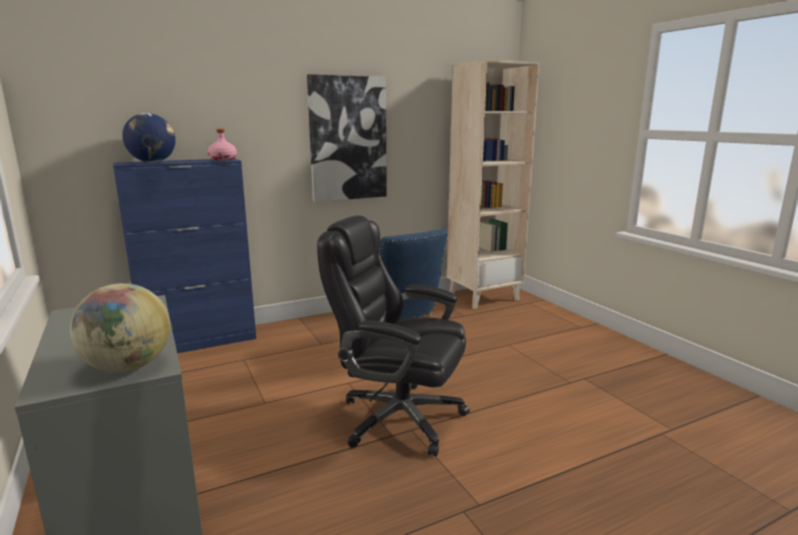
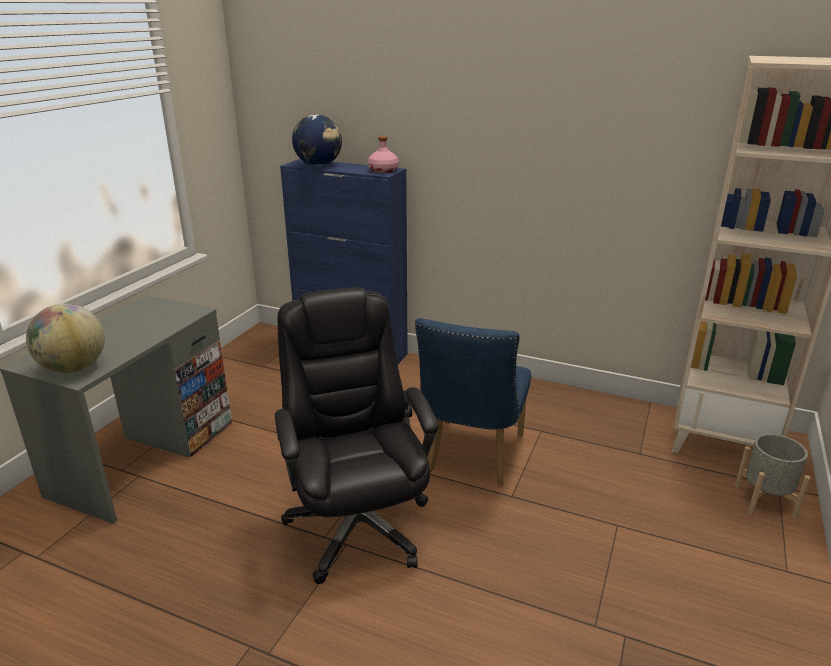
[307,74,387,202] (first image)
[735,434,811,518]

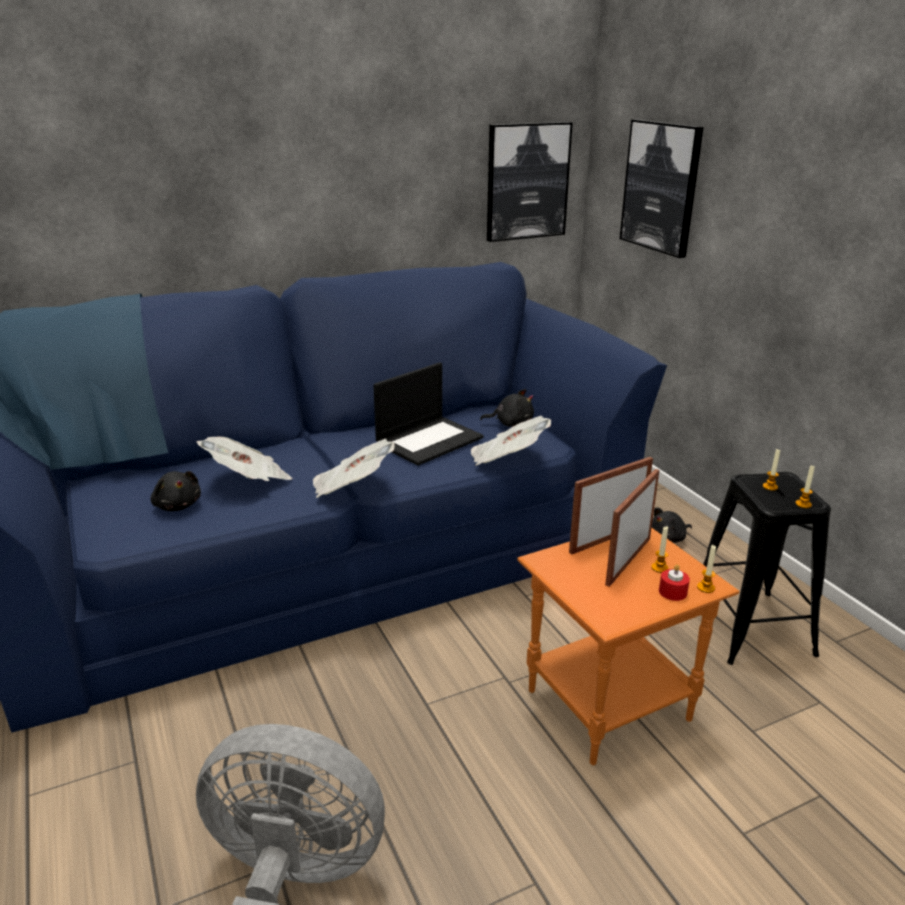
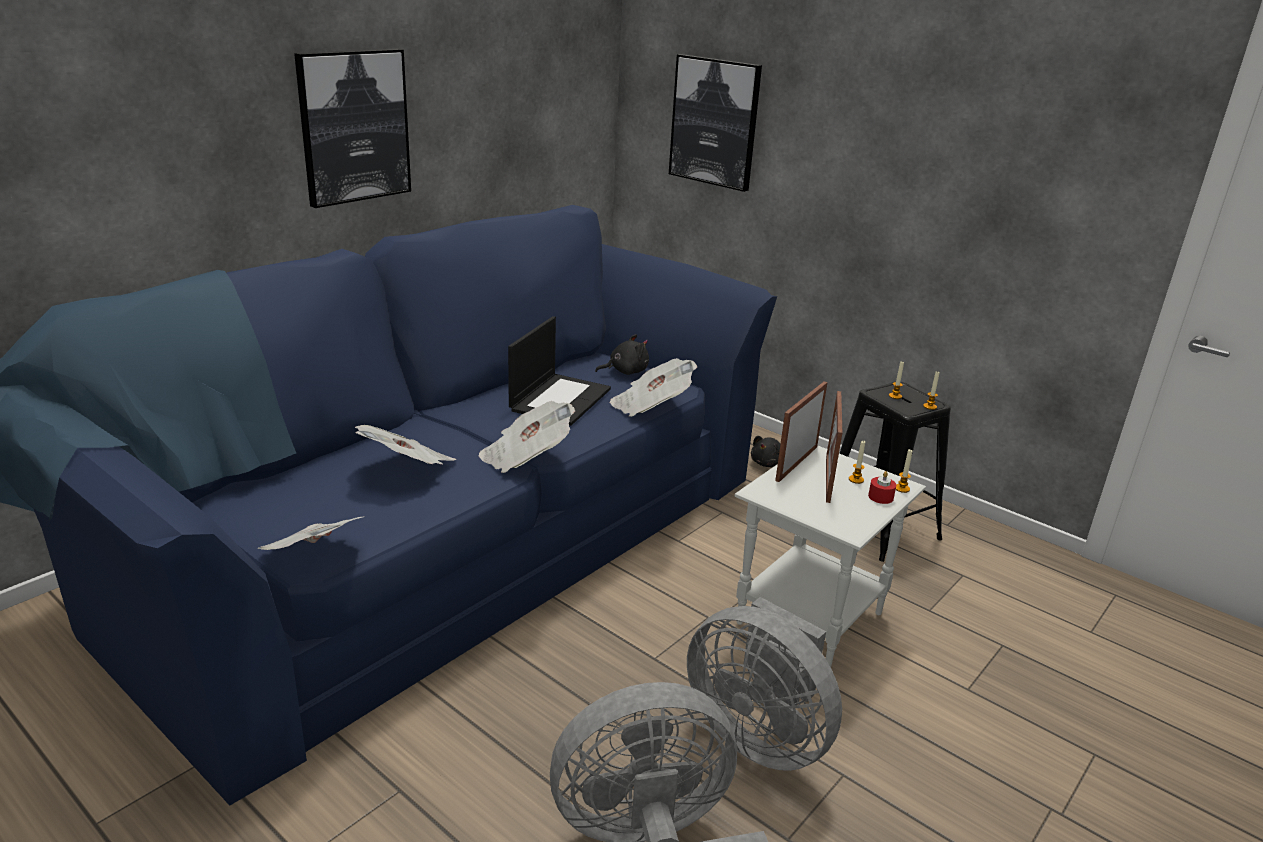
[151,471,201,511] (first image)
[258,517,363,550]
[687,597,842,771]
[294,49,411,208]
[735,445,926,667]

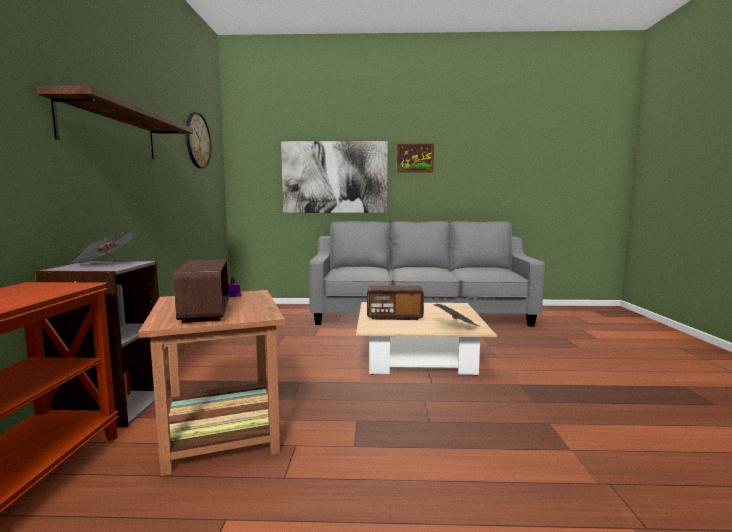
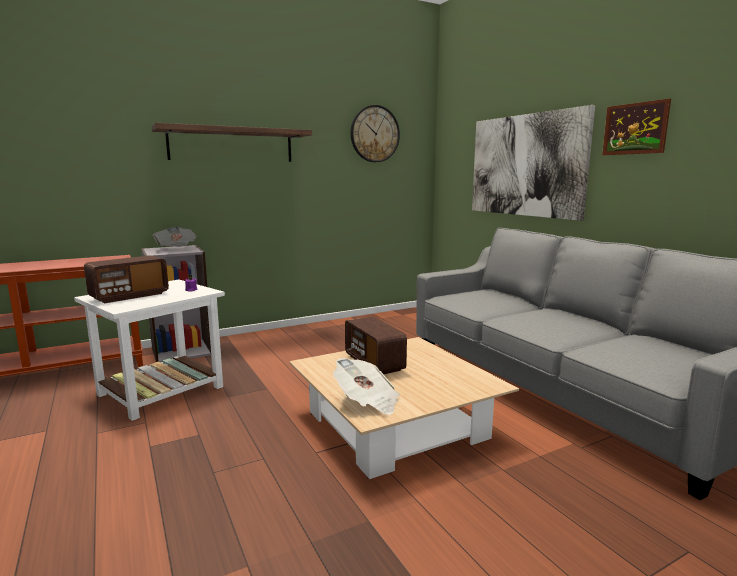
[74,280,225,421]

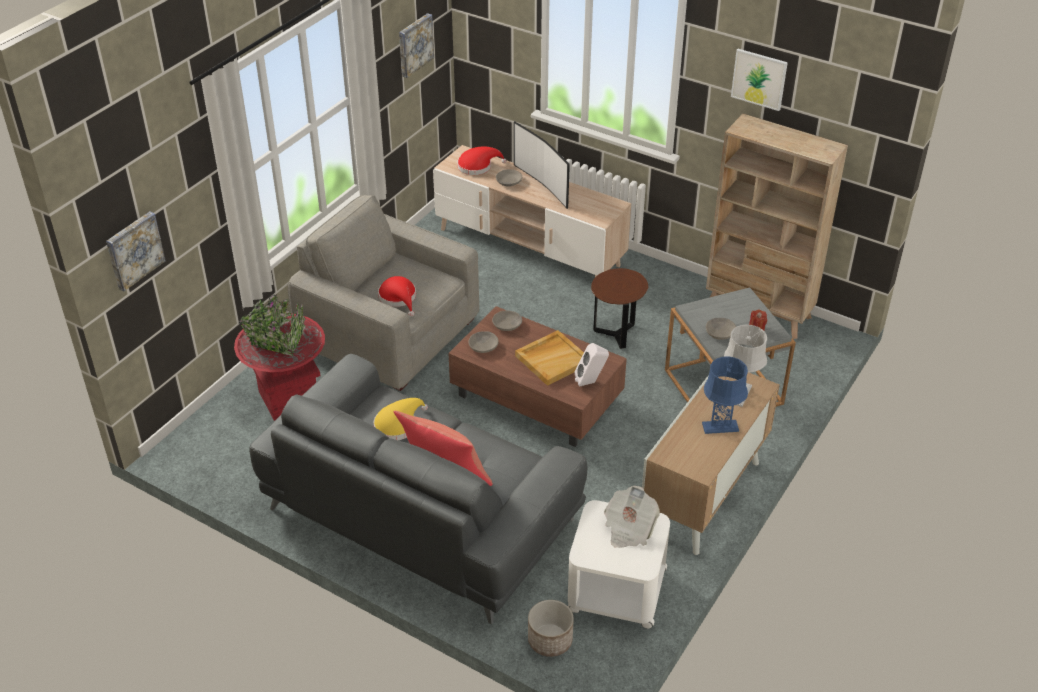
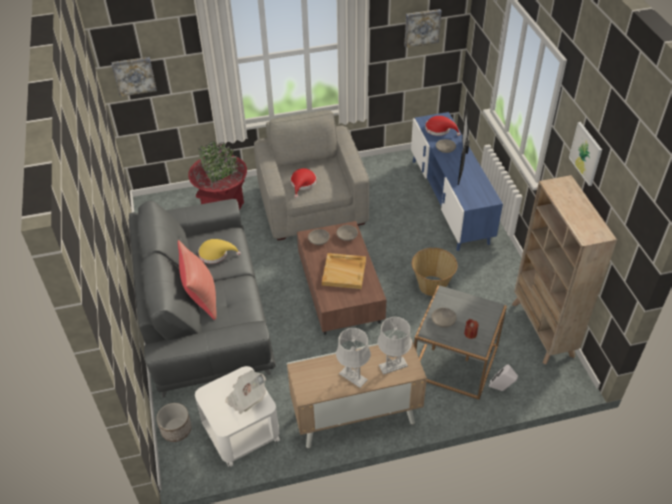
[489,365,518,391]
[412,248,458,296]
[411,112,503,251]
[336,328,371,388]

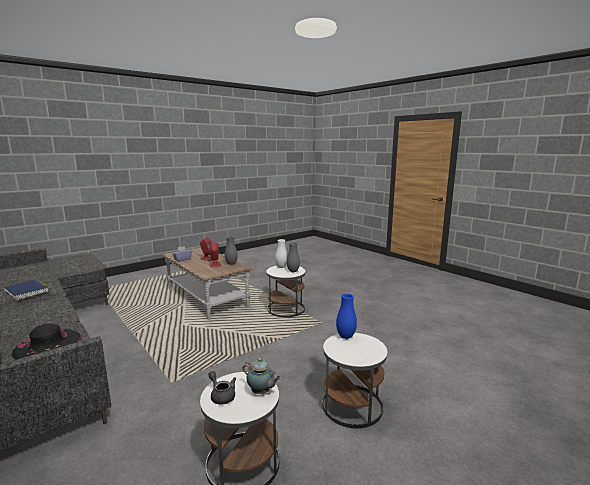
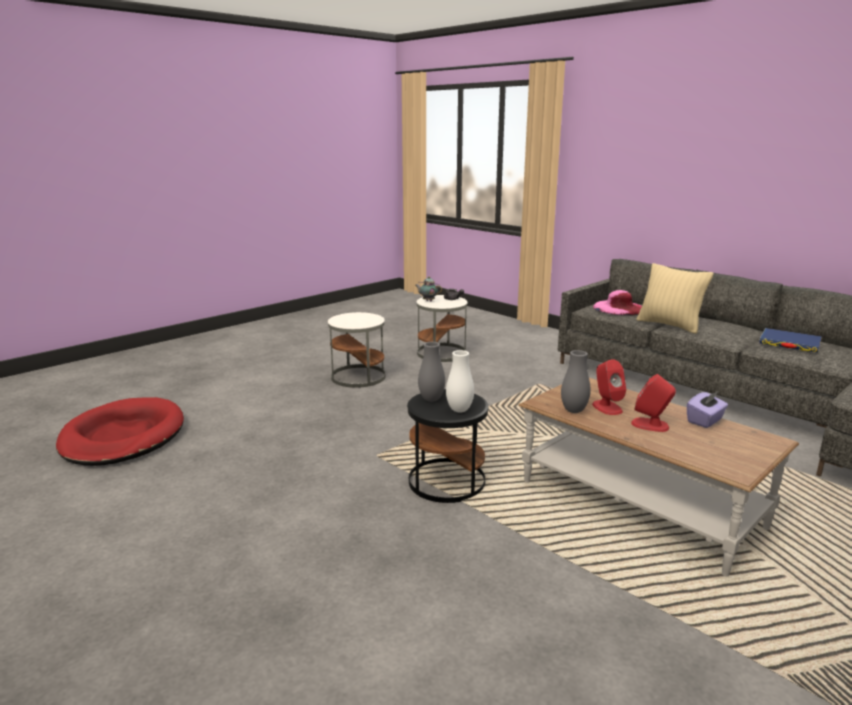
[336,294,357,339] (first image)
[56,397,184,466]
[637,263,714,334]
[593,290,642,315]
[407,389,488,503]

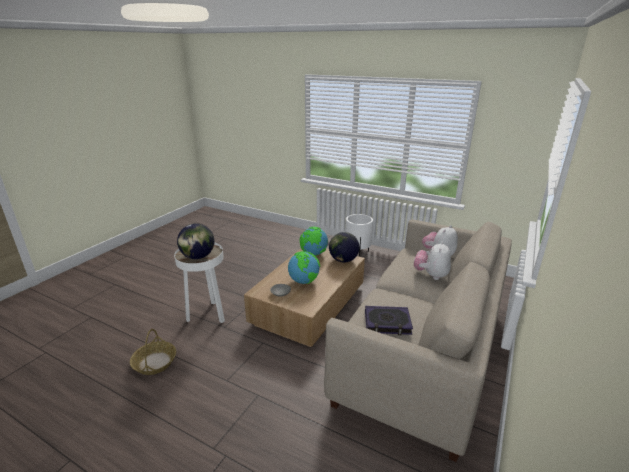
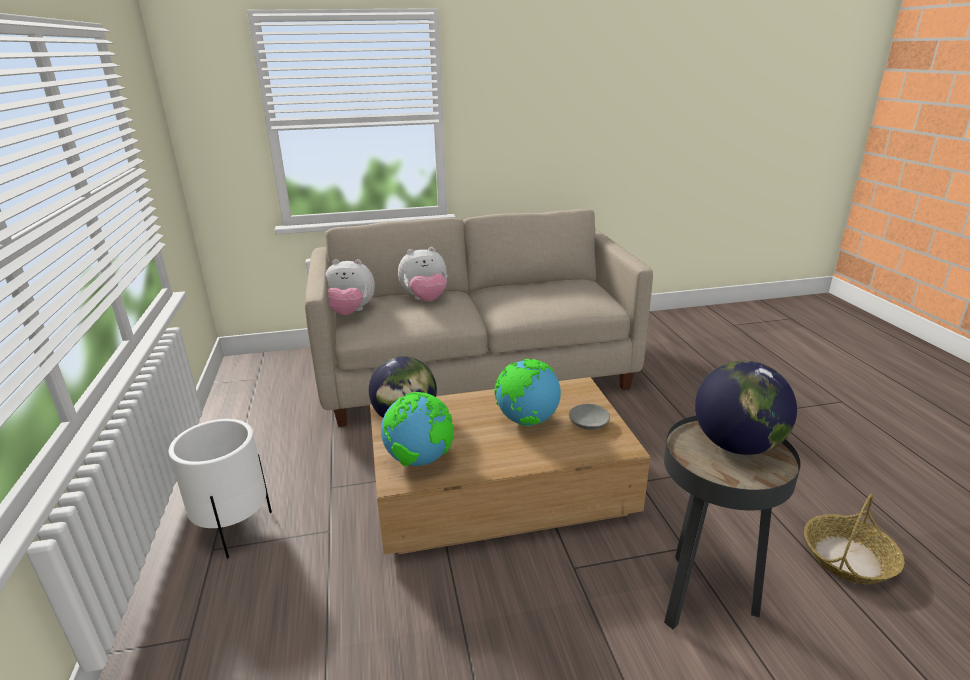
[365,306,413,335] (first image)
[664,416,801,629]

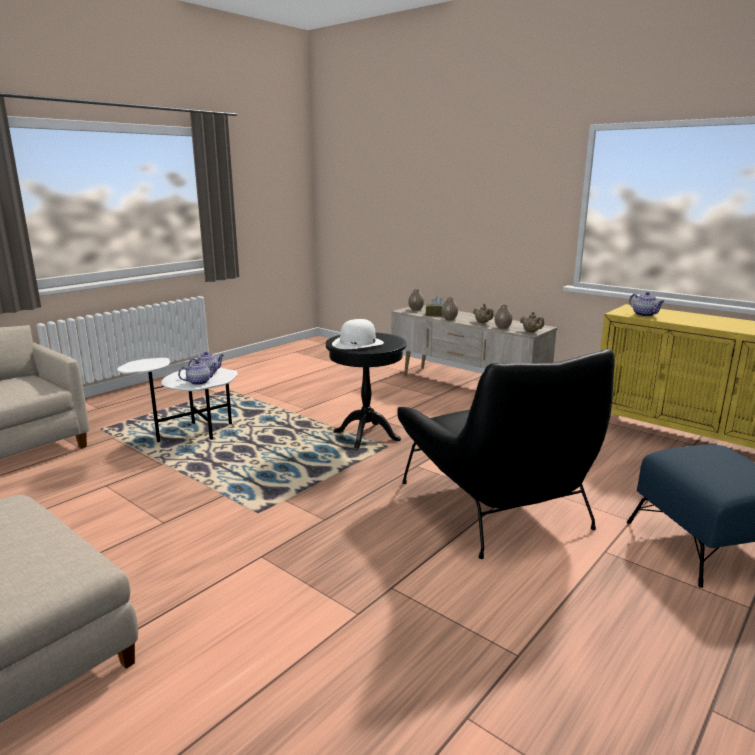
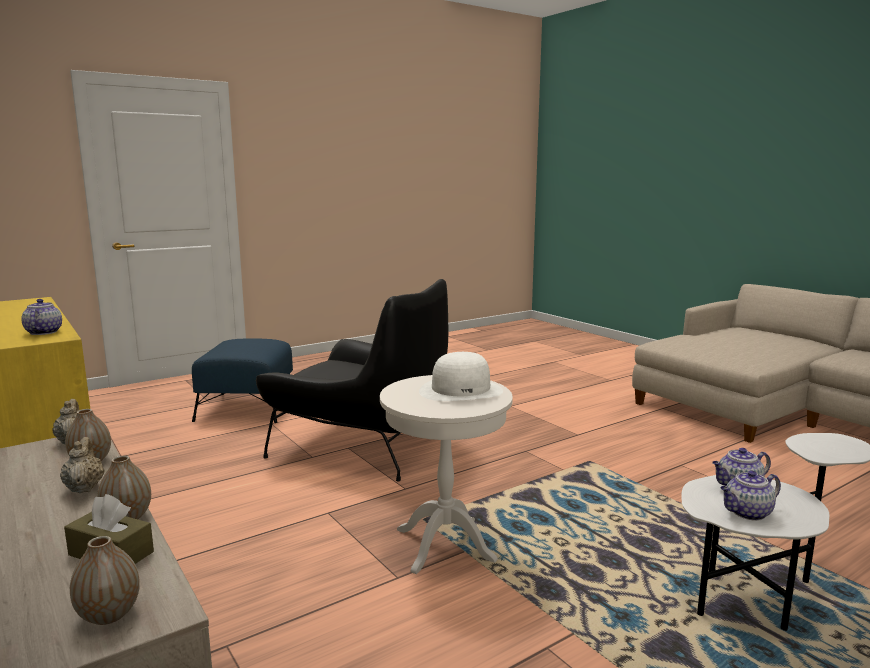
[380,375,513,574]
[256,279,448,481]

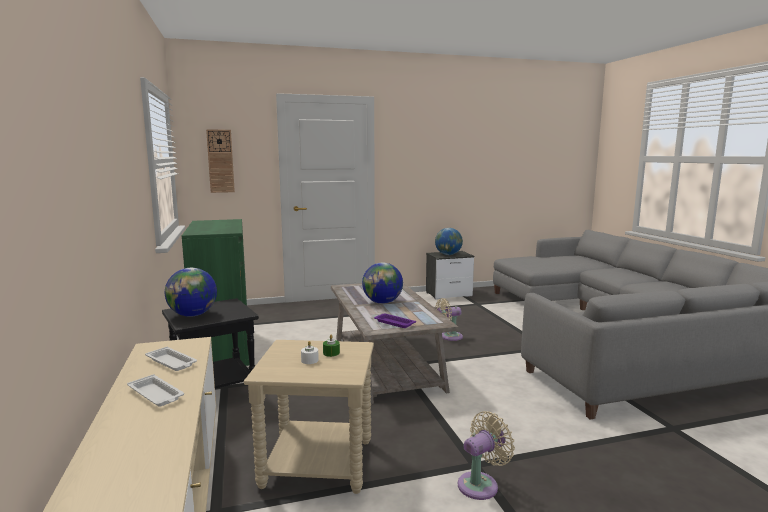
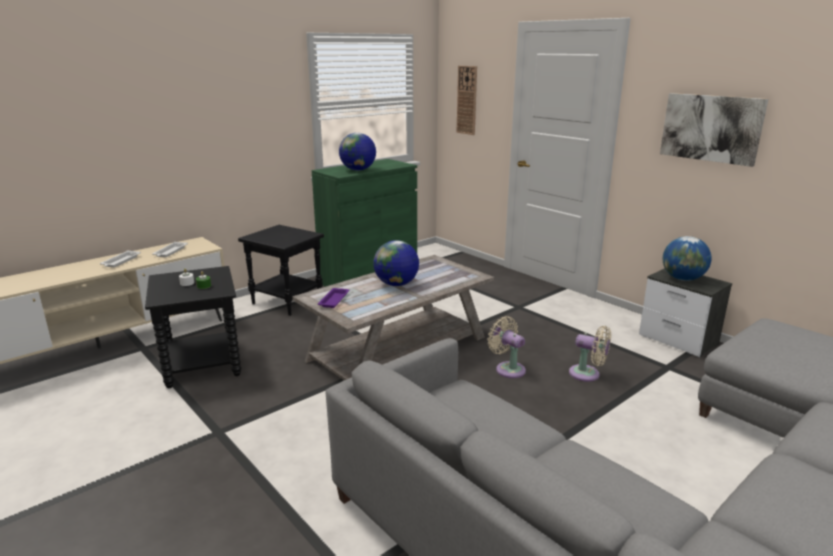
[660,93,768,167]
[339,133,376,171]
[569,326,611,382]
[145,266,241,388]

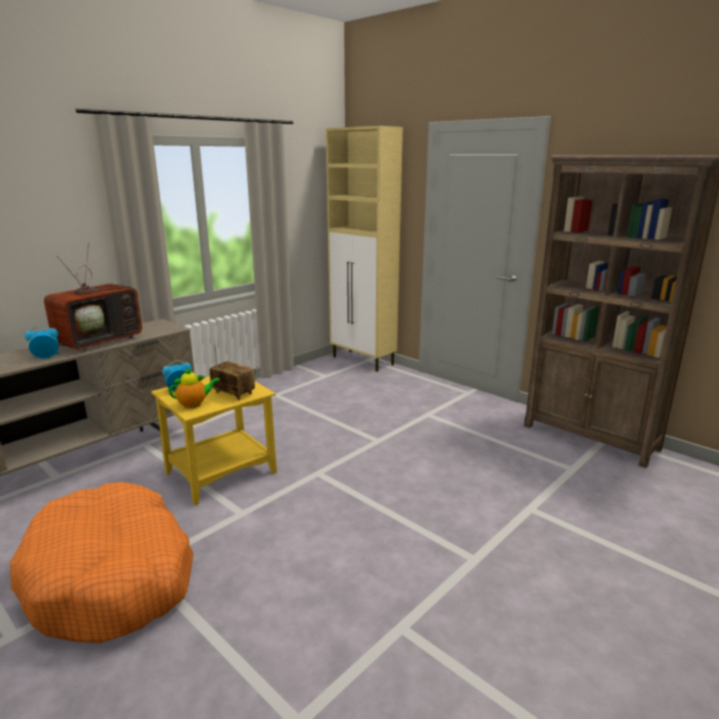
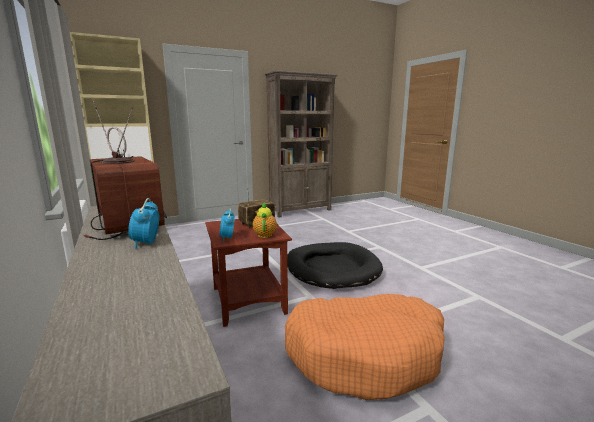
[287,242,383,289]
[205,219,292,327]

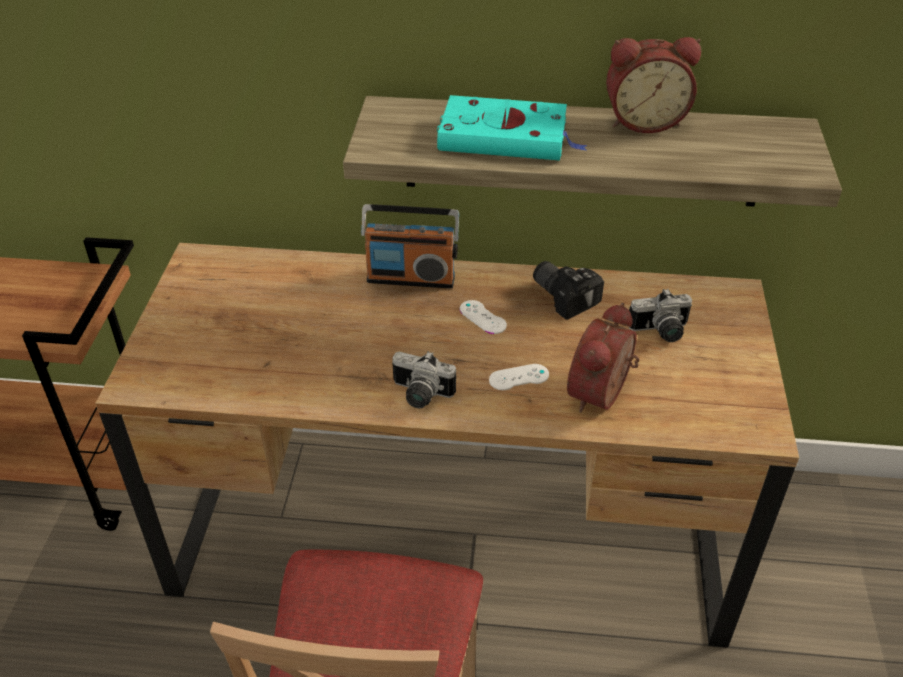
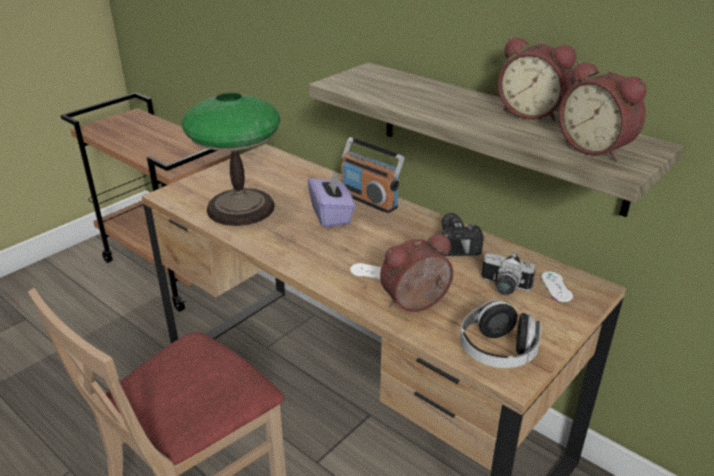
[392,351,456,408] (first image)
[437,95,587,161] (first image)
[182,93,280,226]
[308,170,355,228]
[460,300,541,368]
[559,61,647,161]
[541,272,573,302]

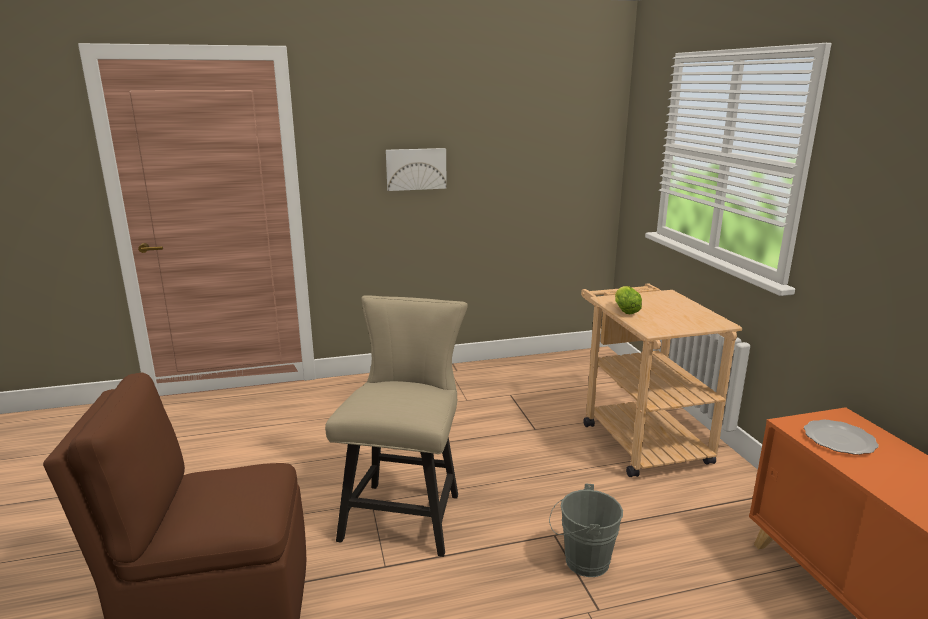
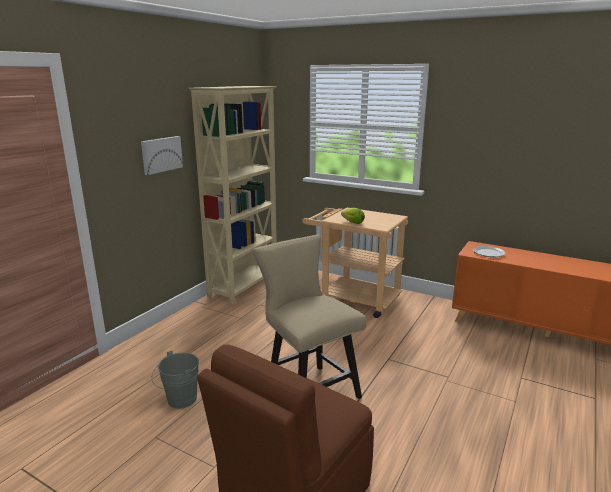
[188,86,277,305]
[152,350,199,409]

